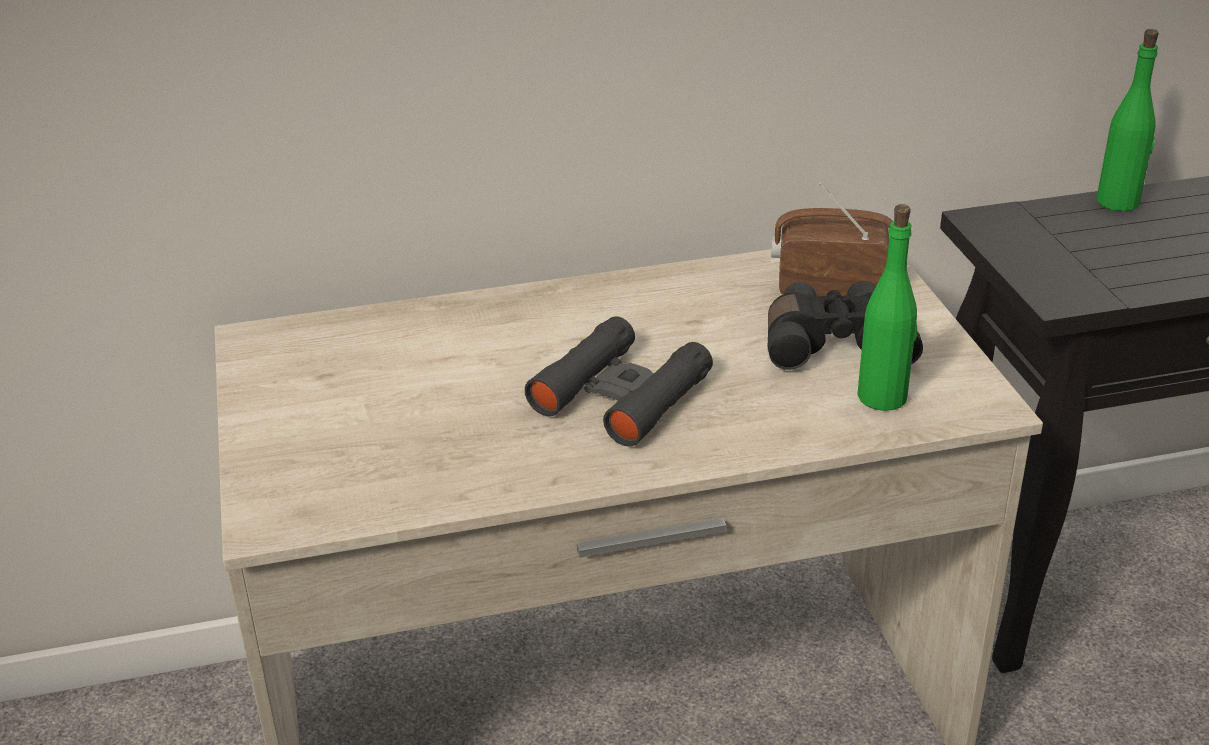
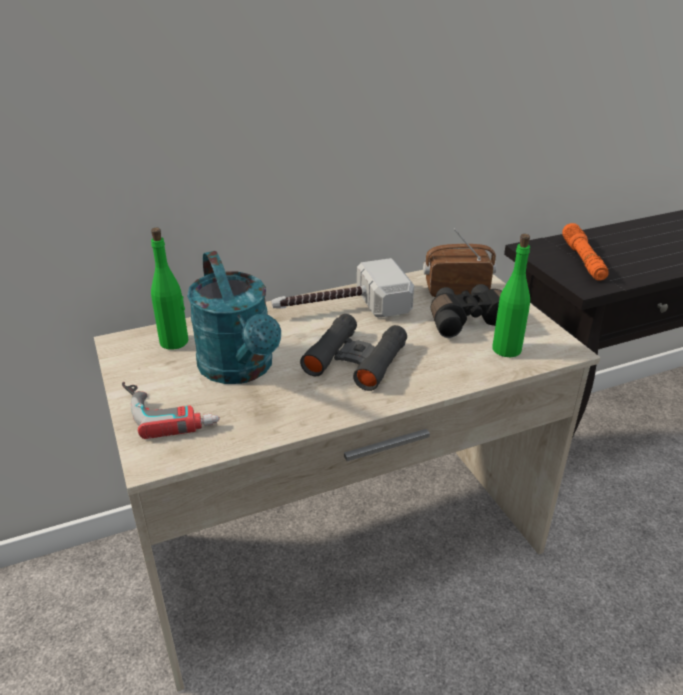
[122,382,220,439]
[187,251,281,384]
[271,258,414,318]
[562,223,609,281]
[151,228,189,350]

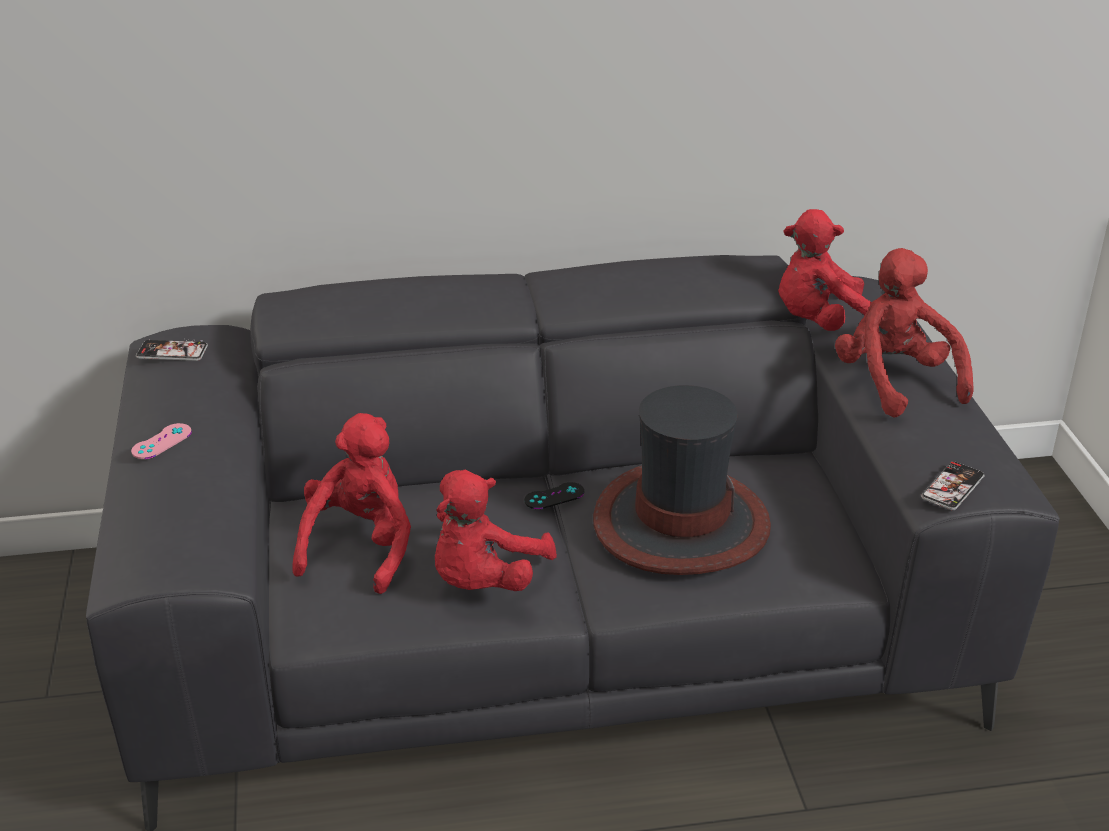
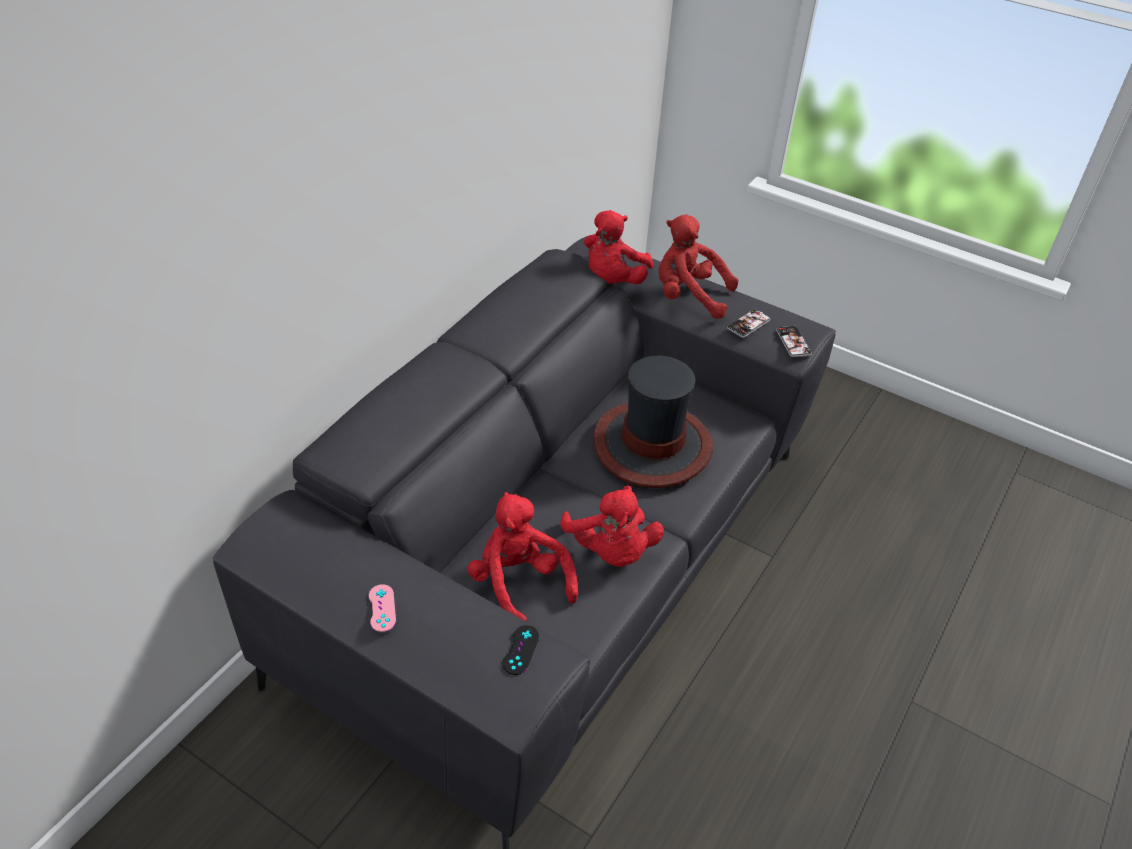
[727,309,770,338]
[503,625,539,675]

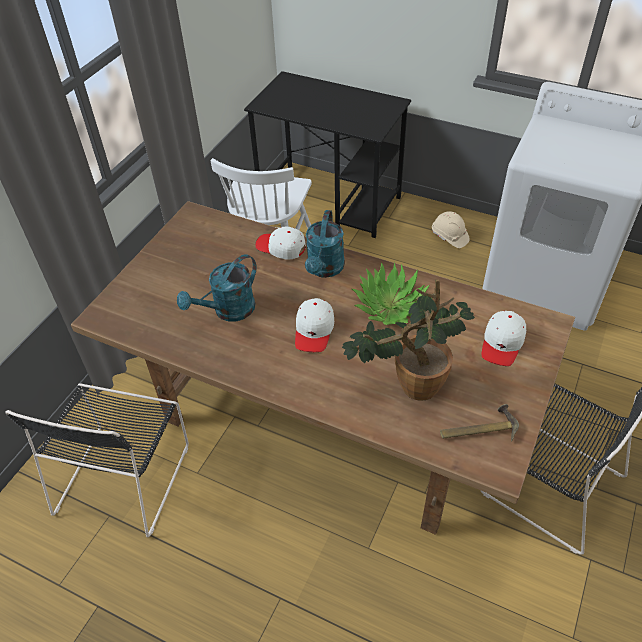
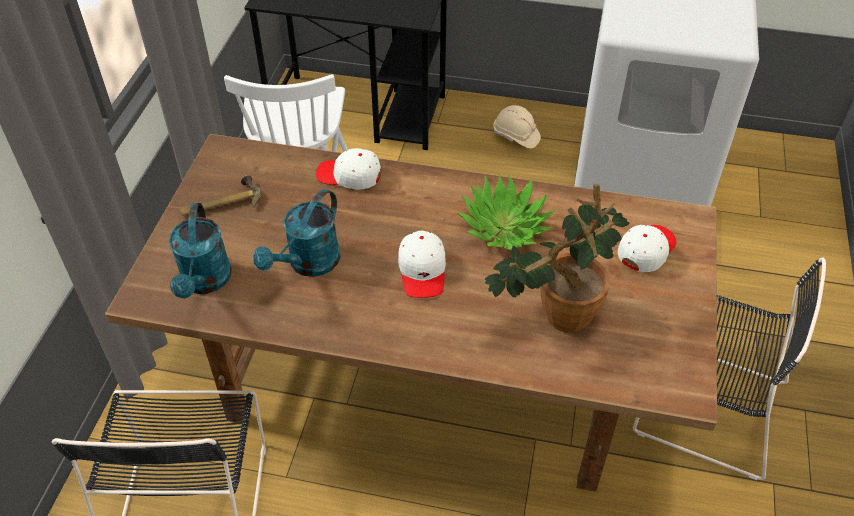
[169,203,232,299]
[180,175,261,216]
[618,225,676,272]

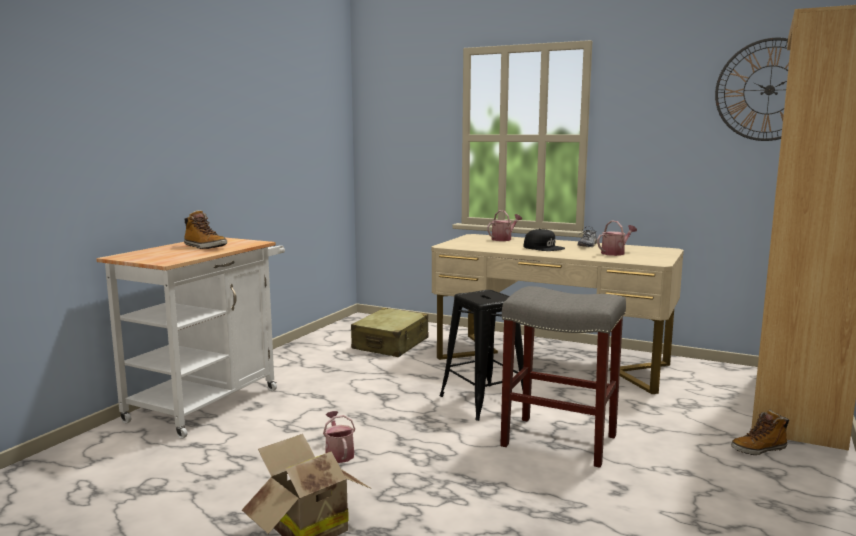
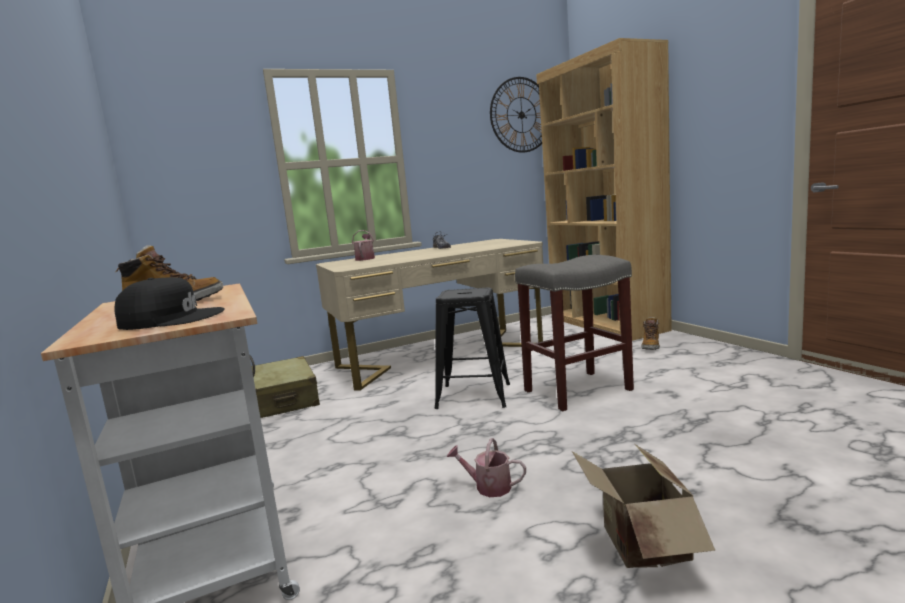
[597,220,637,256] (first image)
[114,277,225,330]

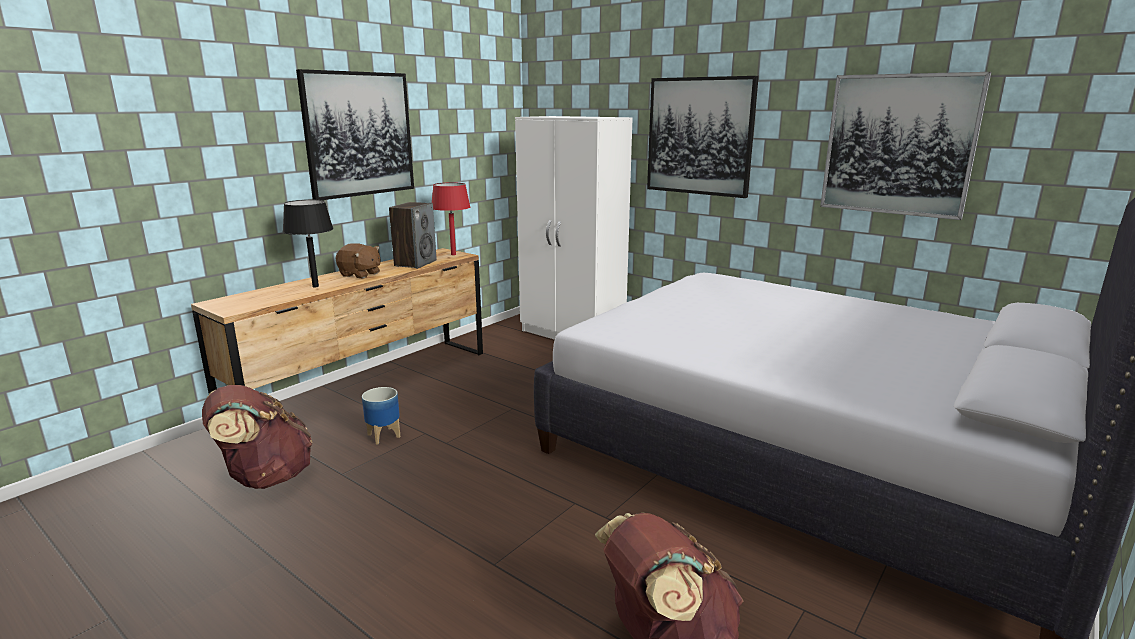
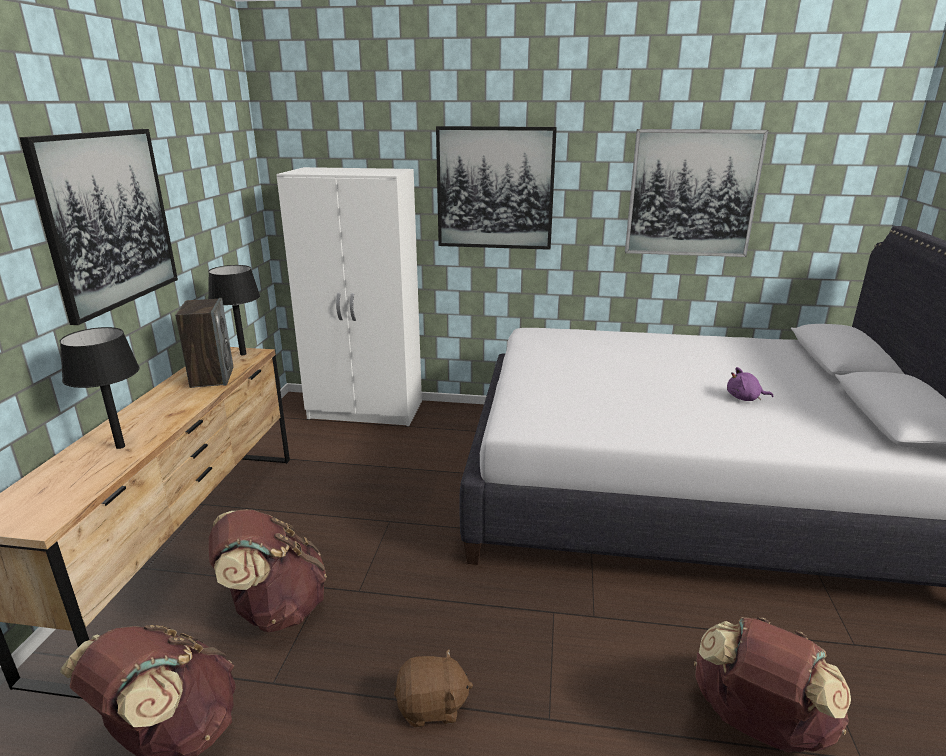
[727,367,774,401]
[394,649,473,727]
[209,509,327,632]
[208,265,260,355]

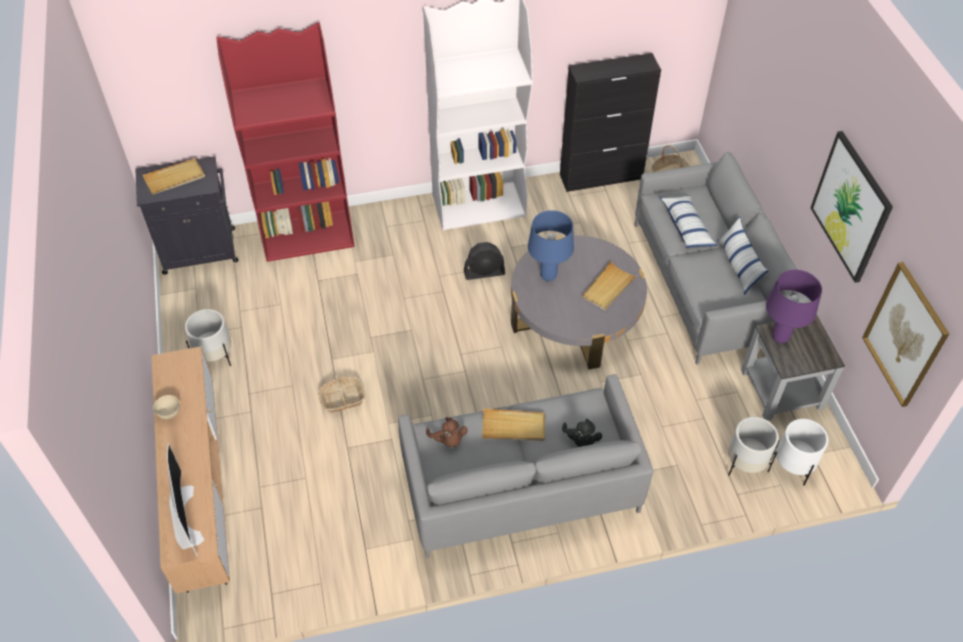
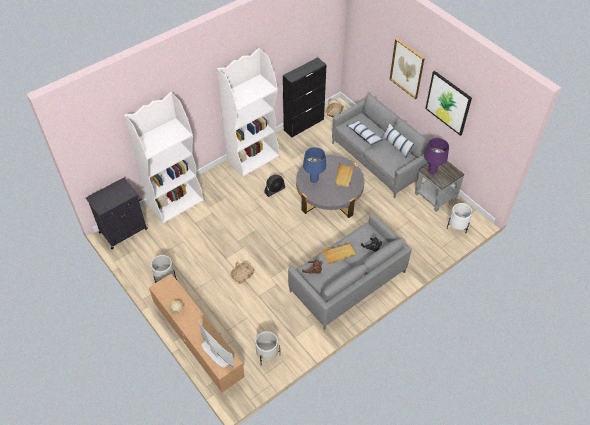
[143,158,205,194] (first image)
[255,331,280,365]
[390,39,425,99]
[124,92,203,223]

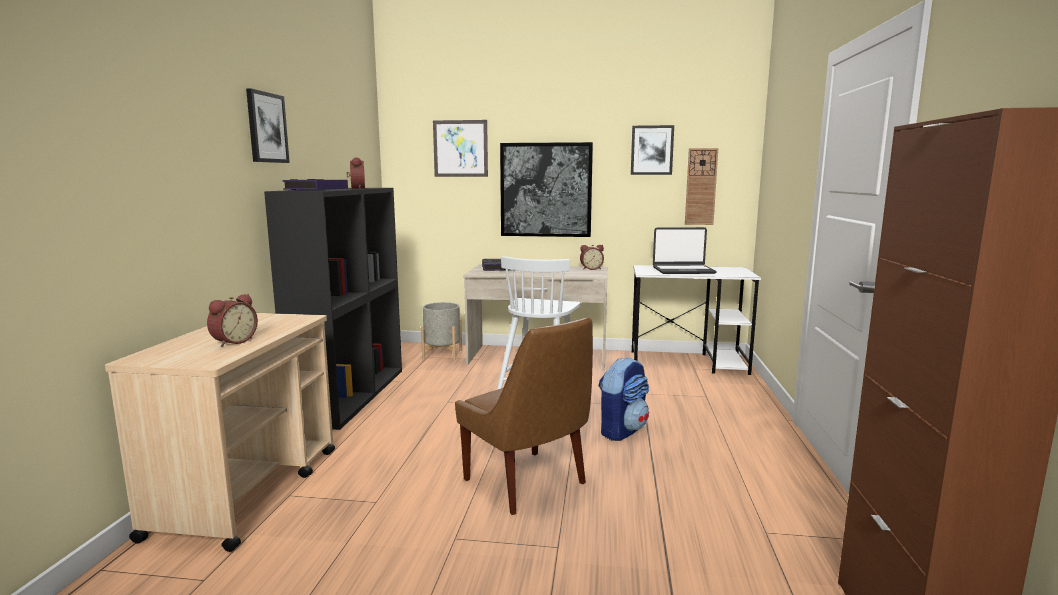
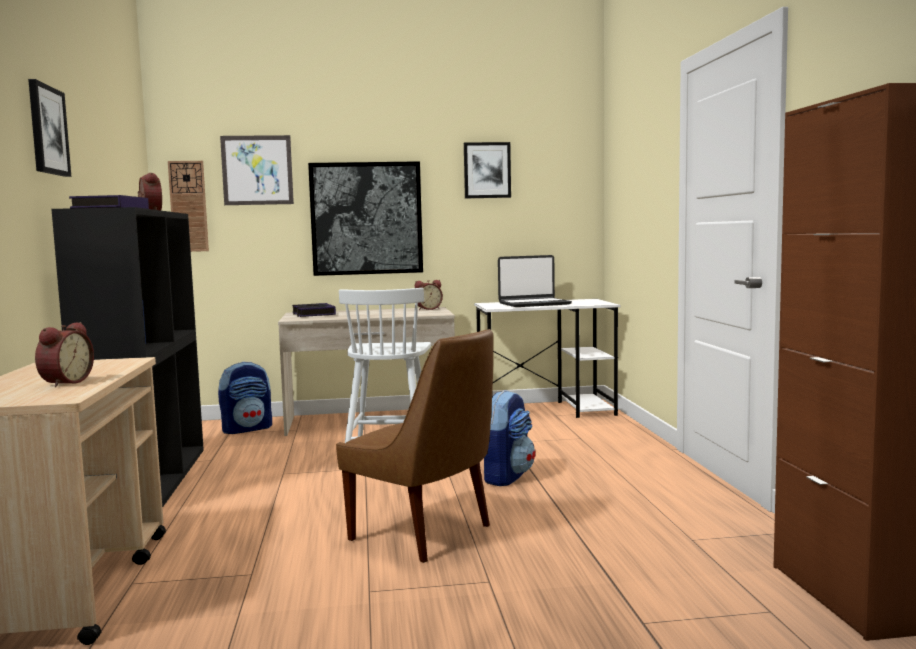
[168,161,209,252]
[218,362,272,434]

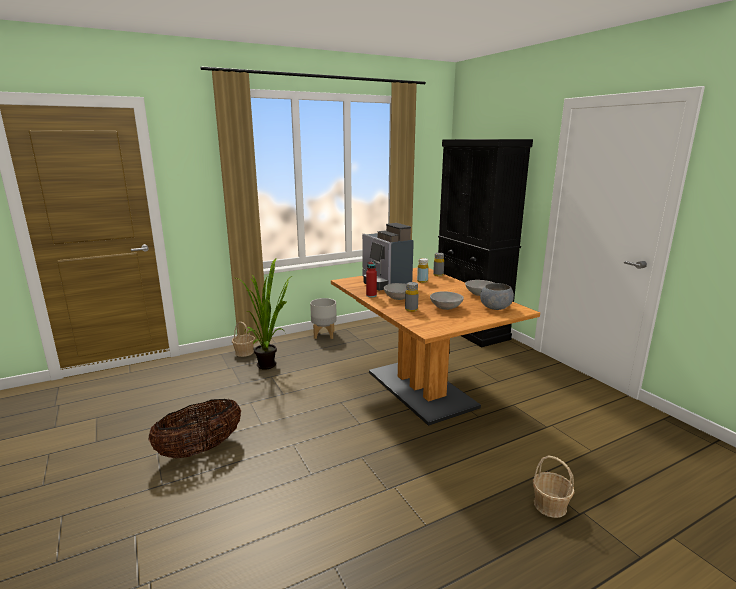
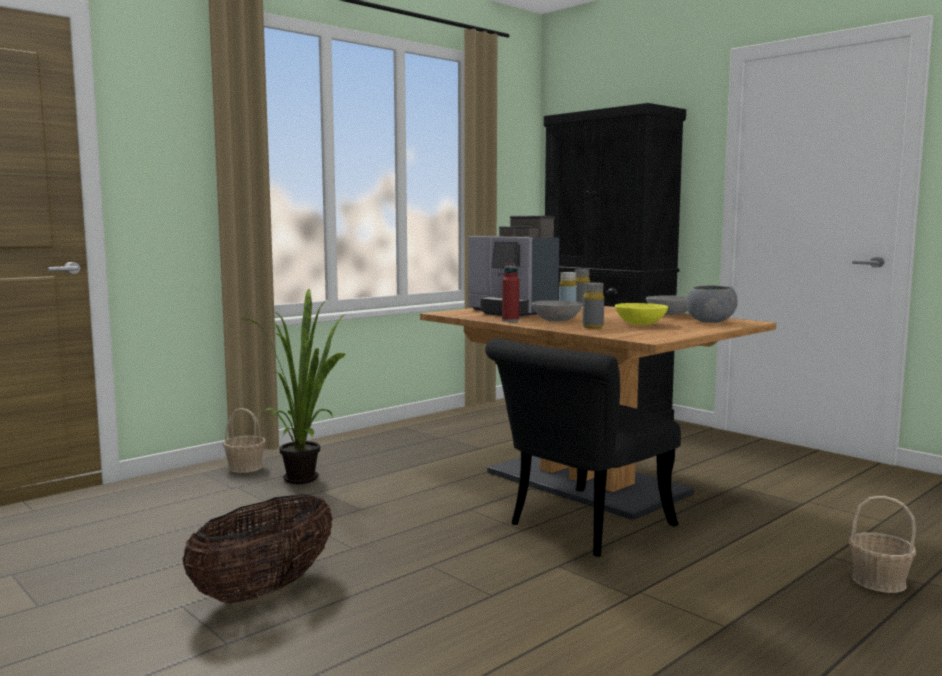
[310,298,337,339] (first image)
[485,338,681,557]
[615,303,668,325]

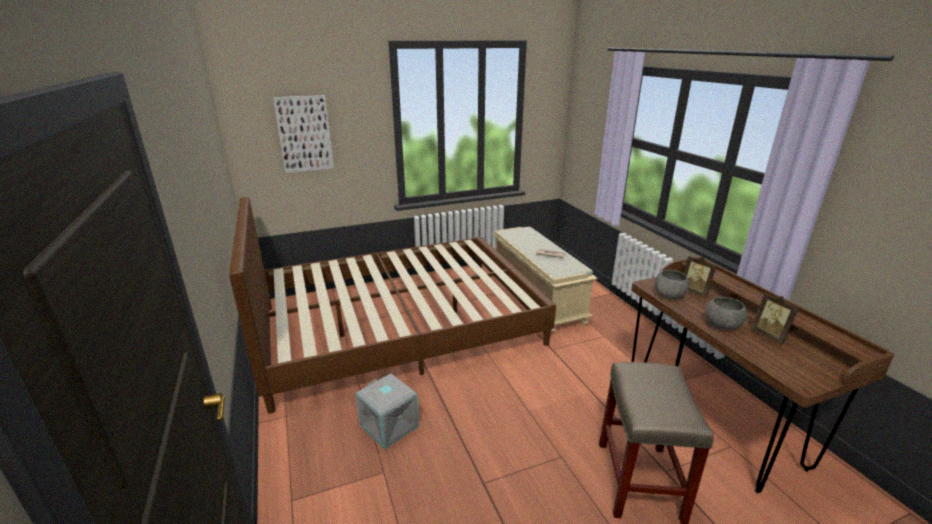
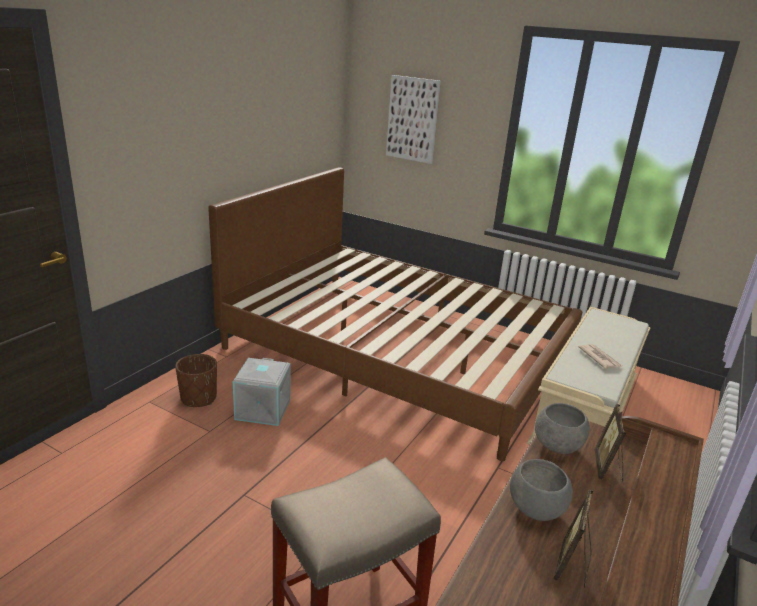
[175,354,217,407]

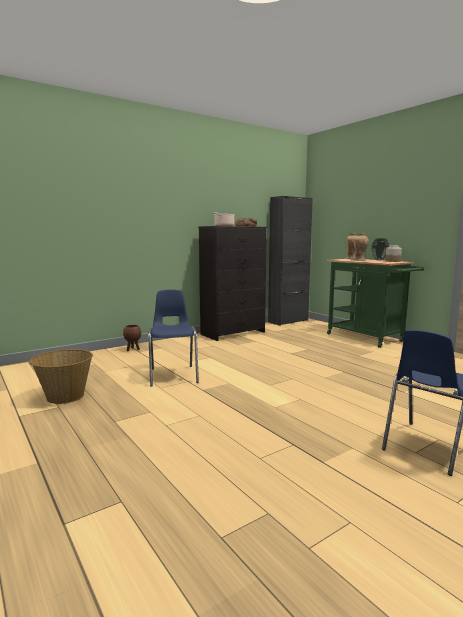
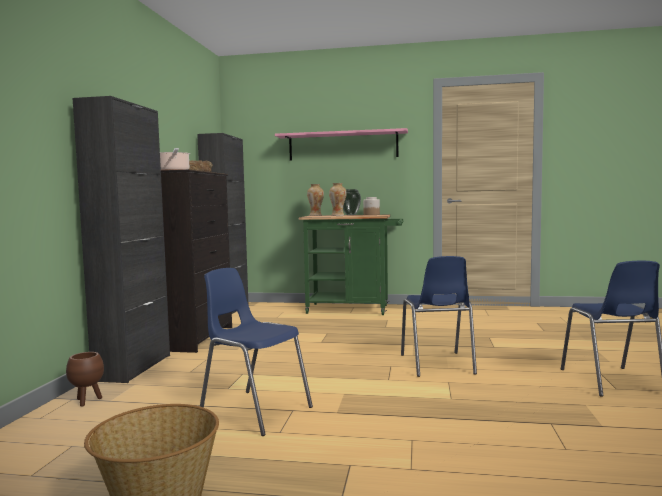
[73,96,170,383]
[275,128,408,161]
[401,256,477,377]

